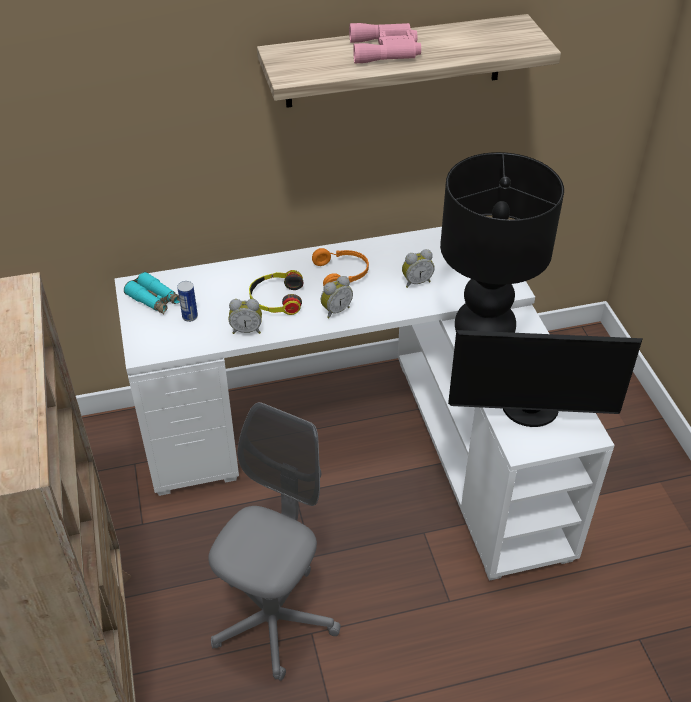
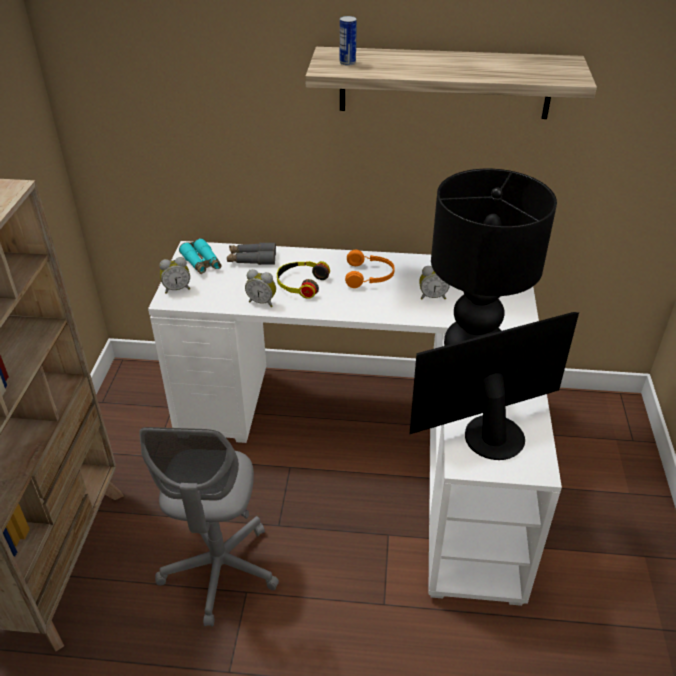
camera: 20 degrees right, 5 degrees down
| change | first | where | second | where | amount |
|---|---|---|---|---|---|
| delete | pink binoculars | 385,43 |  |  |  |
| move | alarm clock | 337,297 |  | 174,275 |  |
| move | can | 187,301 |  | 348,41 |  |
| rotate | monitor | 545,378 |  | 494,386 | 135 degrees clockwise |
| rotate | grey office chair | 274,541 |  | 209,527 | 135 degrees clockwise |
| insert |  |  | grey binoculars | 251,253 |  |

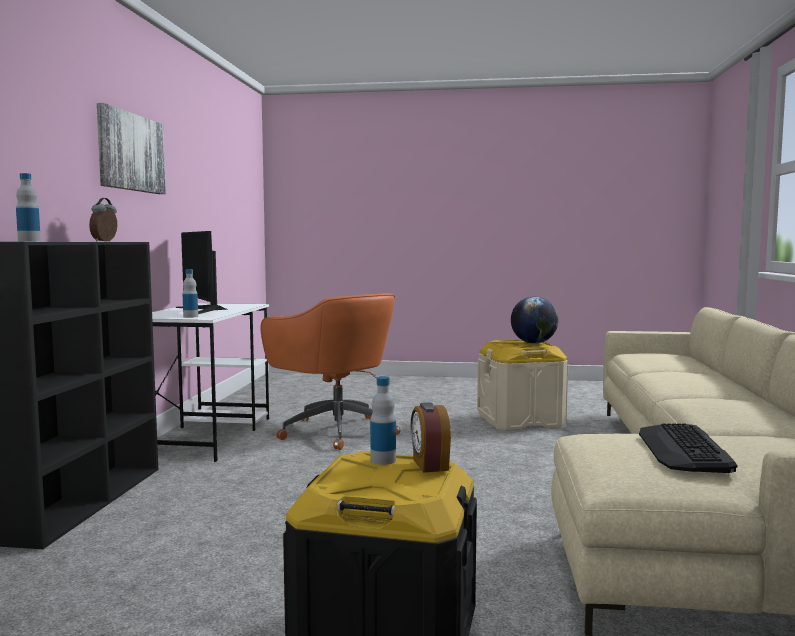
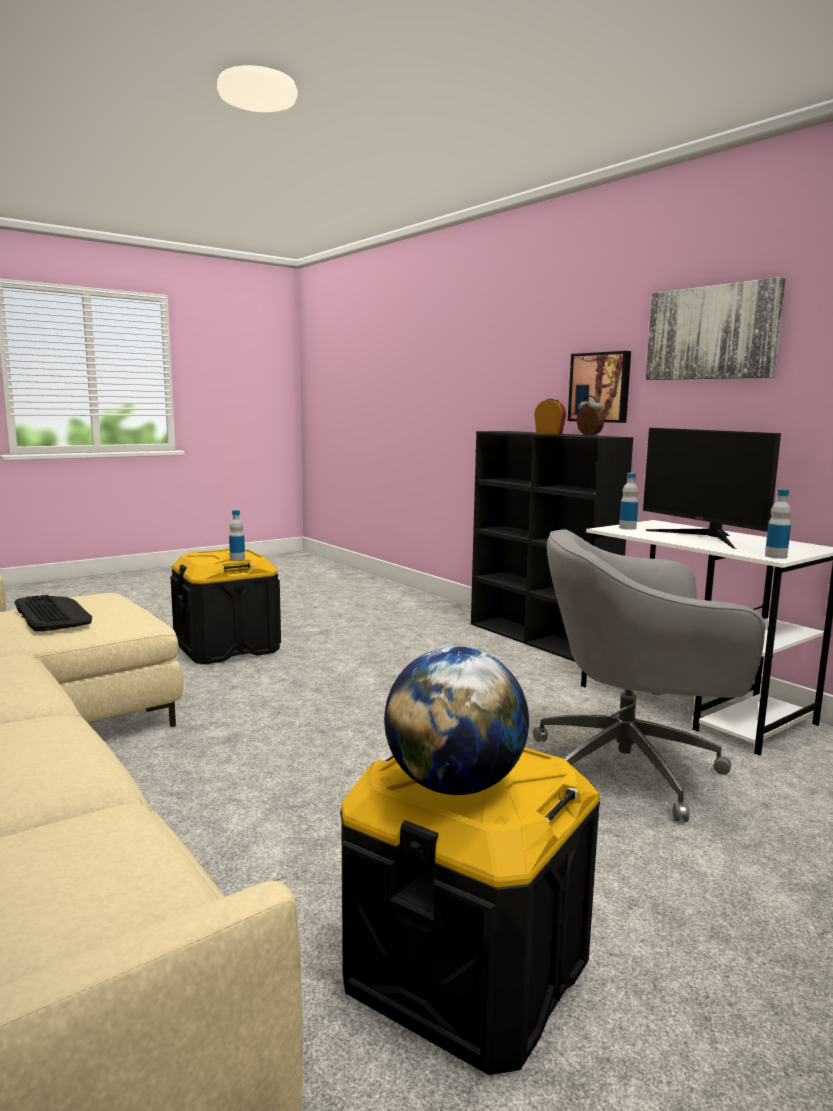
camera: 135 degrees right, 5 degrees up
| change | first | where | second | where | amount |
|---|---|---|---|---|---|
| move | bottle | 28,207 |  | 778,524 |  |
| rotate | monitor | 202,272 |  | 712,488 | 135 degrees counterclockwise |
| recolor | orange office chair | 331,371 | grey office chair | 649,675 |  |
| recolor | beige storage box | 522,385 | black storage box | 470,911 |  |
| move | alarm clock | 431,437 |  | 550,416 |  |
| insert |  |  | picture | 599,387 |  |

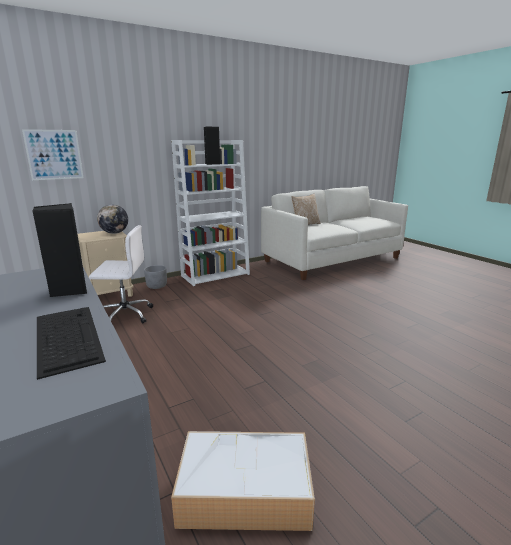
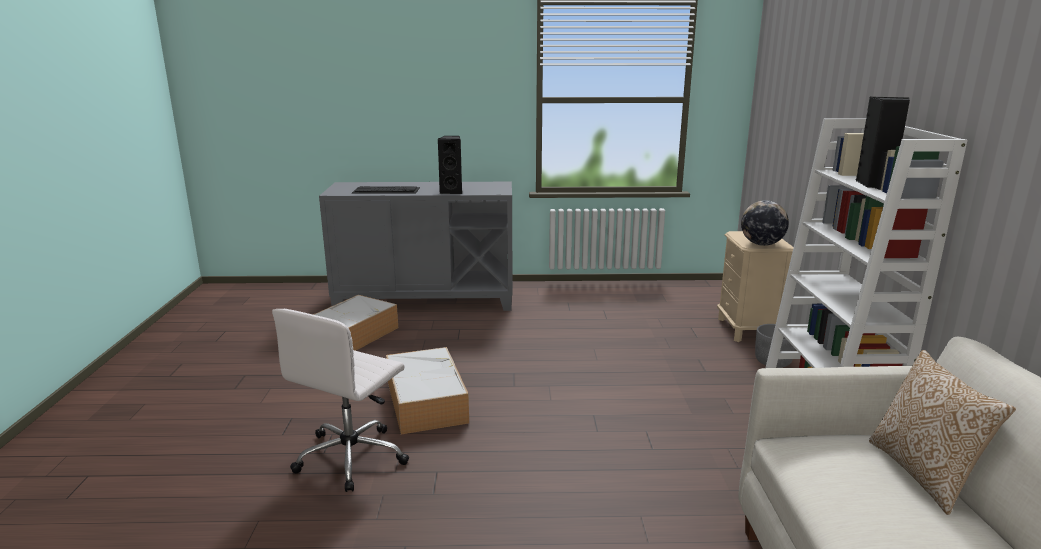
camera: 120 degrees right, 0 degrees up
| change | first | where | second | where | amount |
|---|---|---|---|---|---|
| delete | picture | 53,154 |  |  |  |
| move | white office chair | 121,274 |  | 340,400 |  |
| insert |  |  | storage box | 427,390 |  |

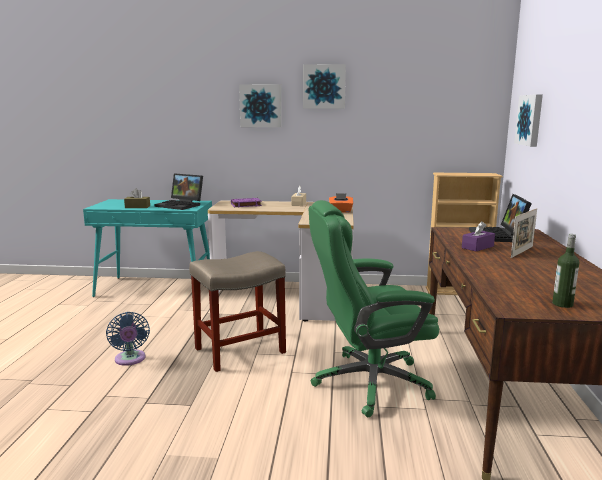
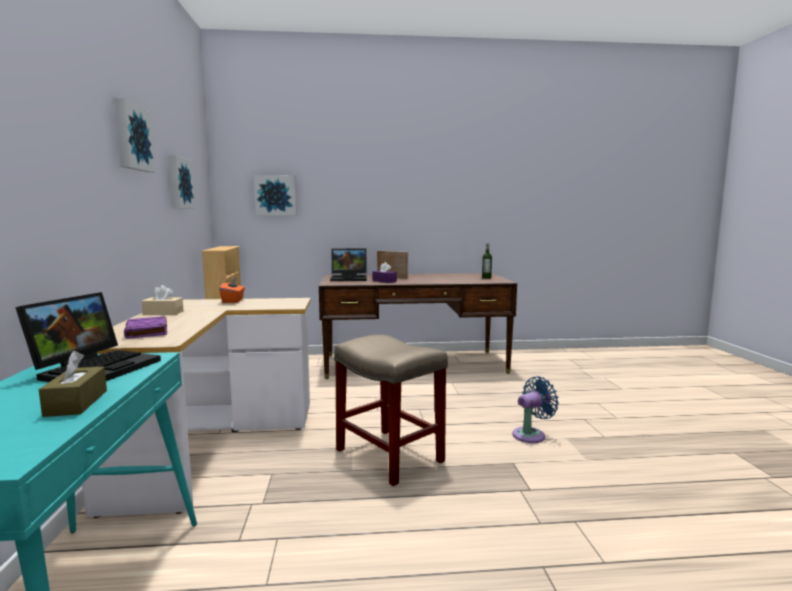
camera: 100 degrees left, 5 degrees down
| change | first | where | second | where | amount |
|---|---|---|---|---|---|
| move | picture | 260,105 |  | 181,182 |  |
| delete | green office chair | 374,308 |  |  |  |
| move | blue fan | 128,339 |  | 535,409 |  |

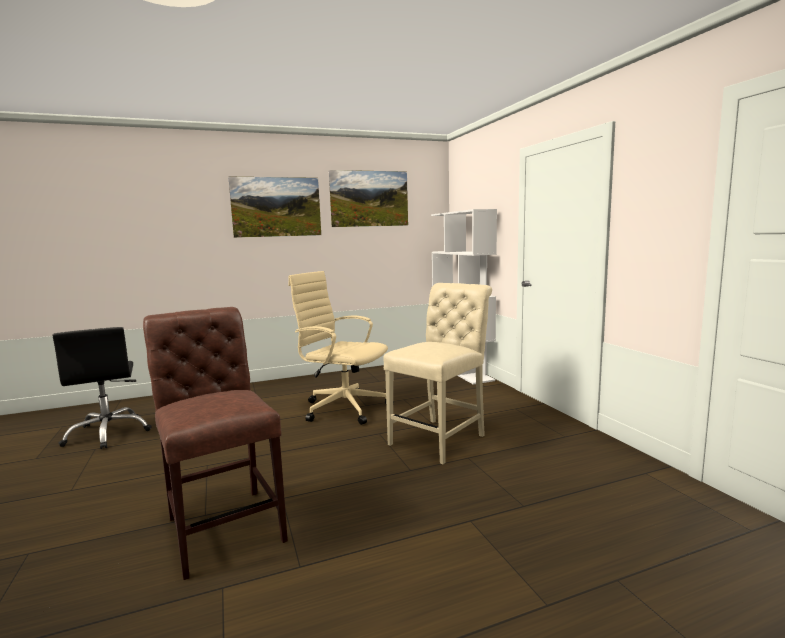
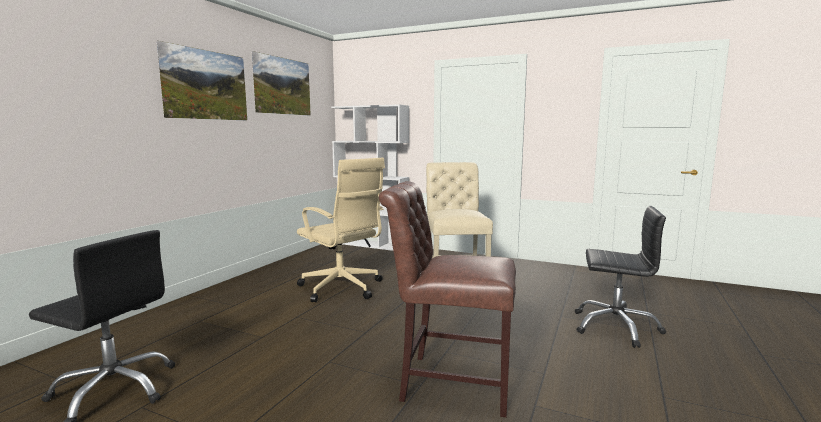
camera: 45 degrees left, 0 degrees up
| change | first | where | second | where | amount |
|---|---|---|---|---|---|
| rotate | beige office chair | 341,348 |  | 341,230 | 120 degrees counterclockwise |
| insert |  |  | black office chair | 620,277 |  |

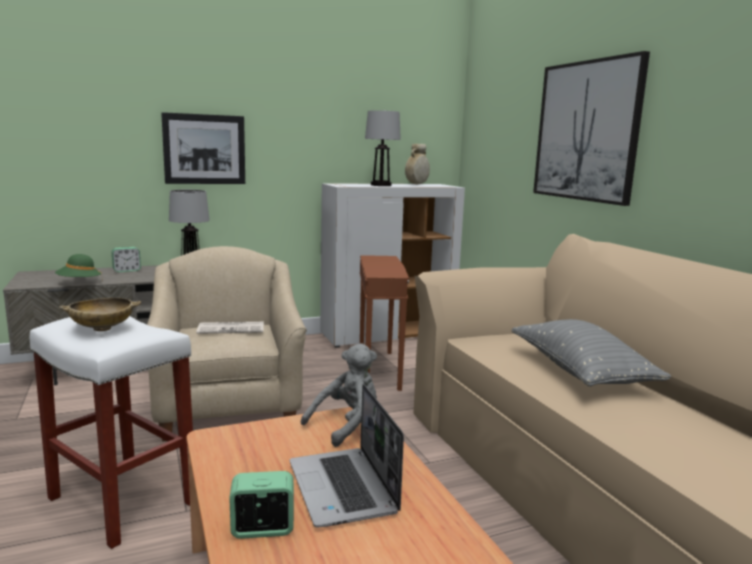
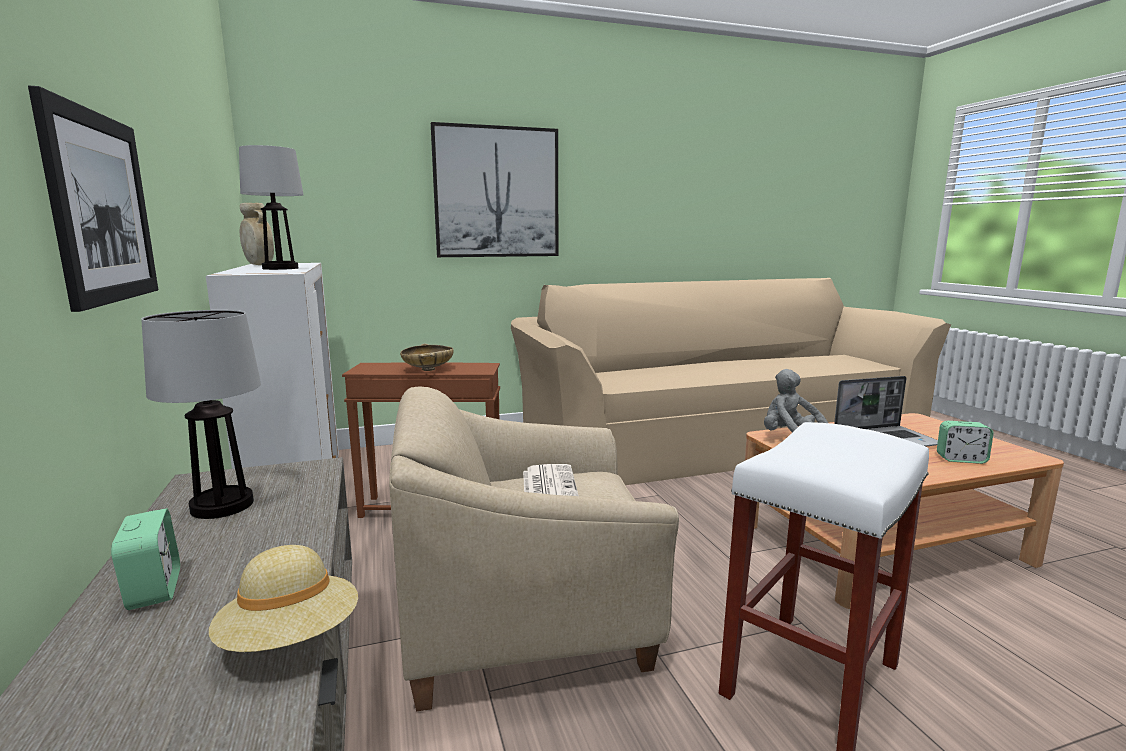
camera: 85 degrees left, 0 degrees up
| change | first | where | second | where | amount |
|---|---|---|---|---|---|
| recolor | green hat | 79,268 | beige hat | 283,598 |  |
| move | beige bowl | 100,314 |  | 427,357 |  |
| delete | grey pillow | 591,353 |  |  |  |
| rotate | alarm clock | 261,505 |  | 965,442 | 75 degrees counterclockwise |

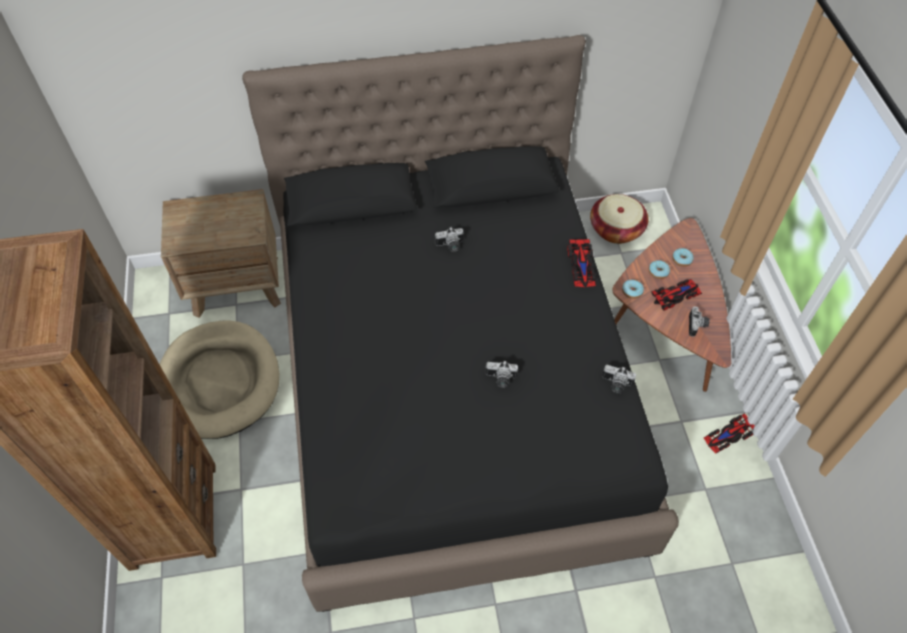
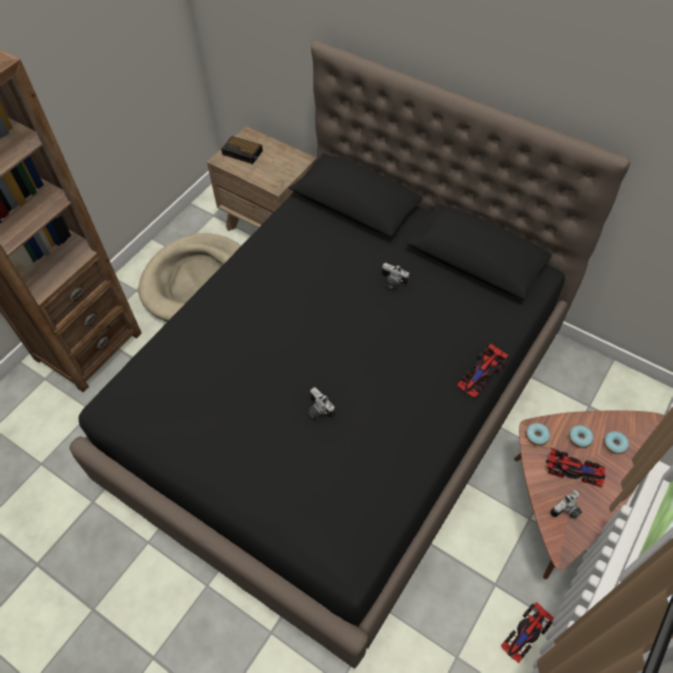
camera: 45 degrees right, 0 degrees up
| change | first | where | second | where | amount |
|---|---|---|---|---|---|
| delete | basket | 619,219 |  |  |  |
| delete | photo camera | 619,379 |  |  |  |
| rotate | toy car | 729,433 |  | 527,632 | 60 degrees counterclockwise |
| insert |  |  | alarm clock | 242,150 |  |

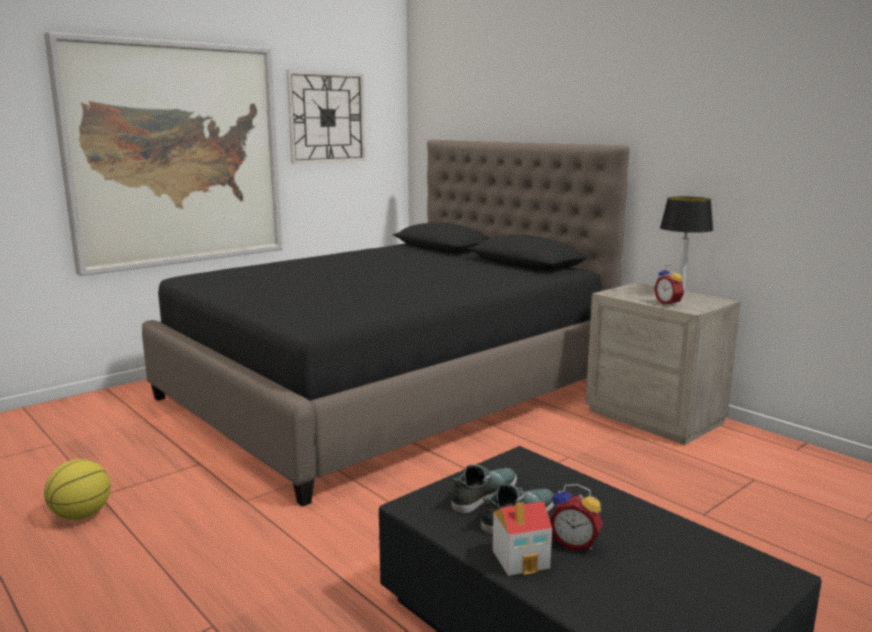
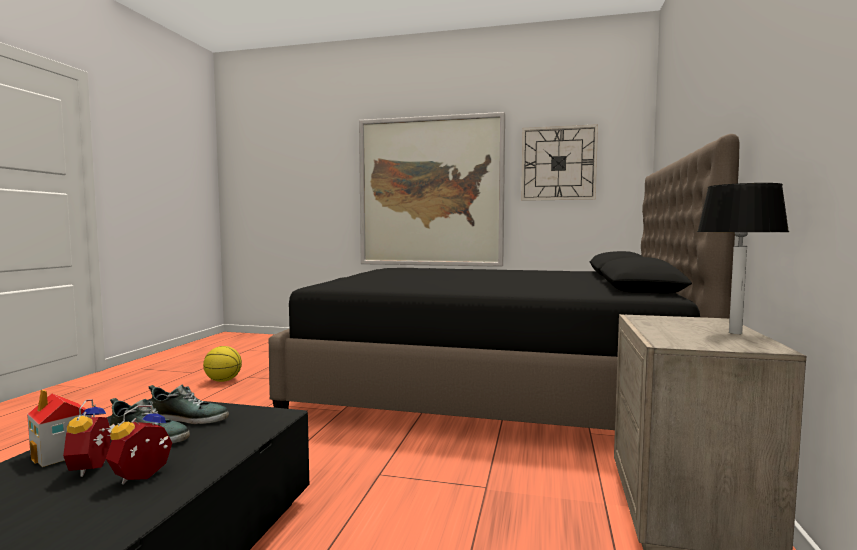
camera: 55 degrees right, 10 degrees down
| change | first | where | second | where | amount |
|---|---|---|---|---|---|
| move | alarm clock | 669,285 |  | 139,444 |  |

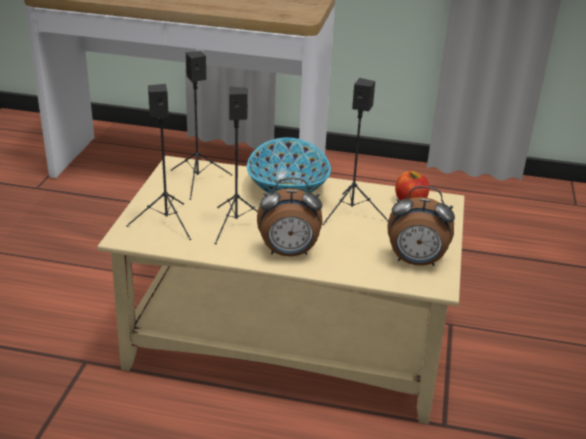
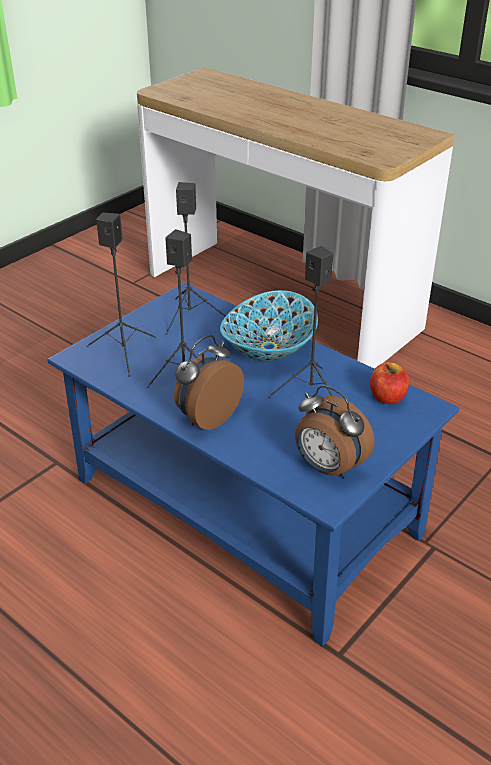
camera: 30 degrees right, 5 degrees up
| change | first | where | second | where | amount |
|---|---|---|---|---|---|
| recolor | beige coffee table | 281,290 | blue coffee table | 253,464 |  |
| rotate | alarm clock | 290,216 |  | 209,382 | 105 degrees clockwise |

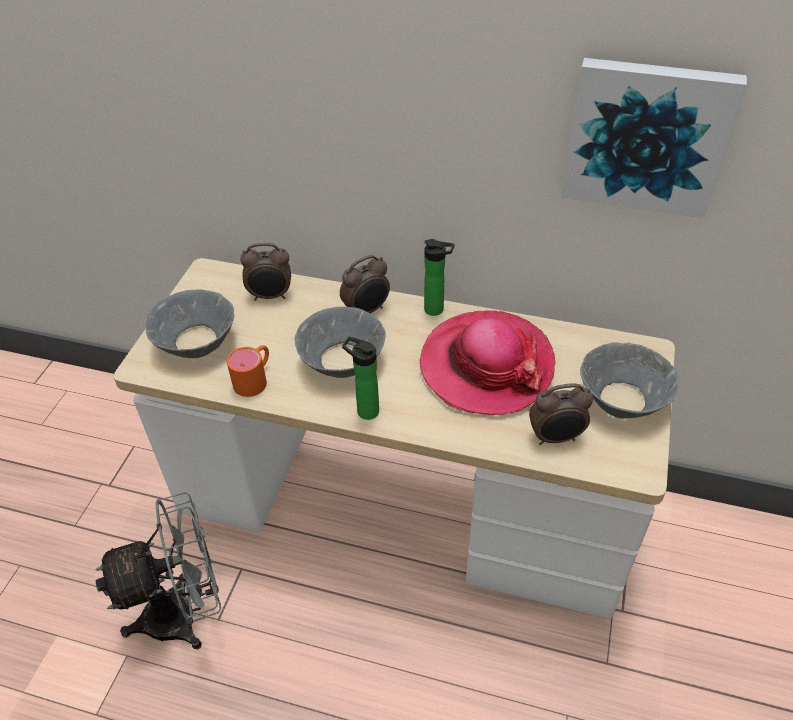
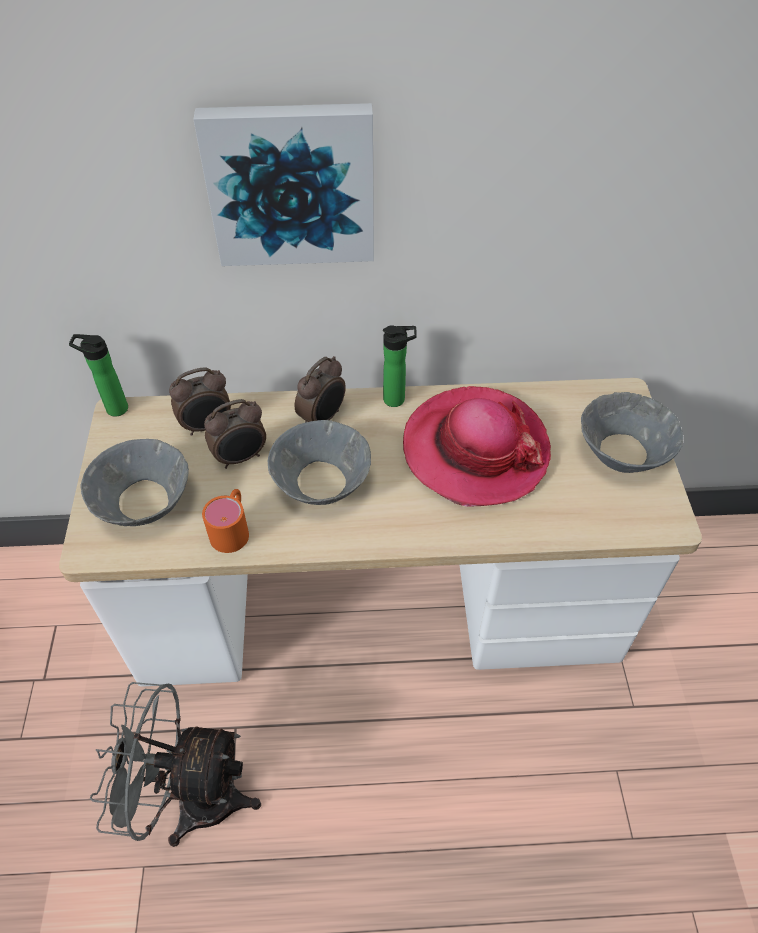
camera: 20 degrees left, 5 degrees up
| change | first | where | second | where | amount |
|---|---|---|---|---|---|
| move | picture | 654,138 |  | 283,184 |  |
| move | bottle | 360,378 |  | 98,375 |  |
| move | alarm clock | 561,414 |  | 235,434 |  |
| rotate | grey fan | 158,570 |  | 175,764 | 135 degrees counterclockwise |

